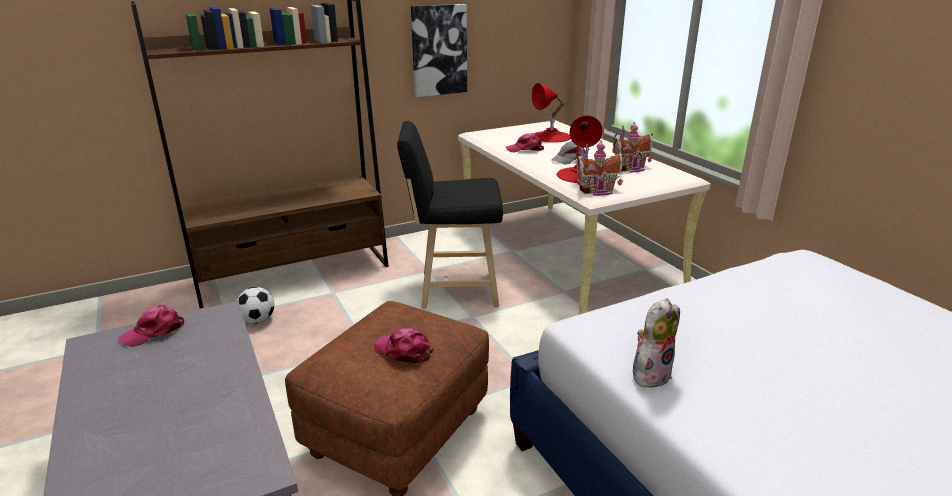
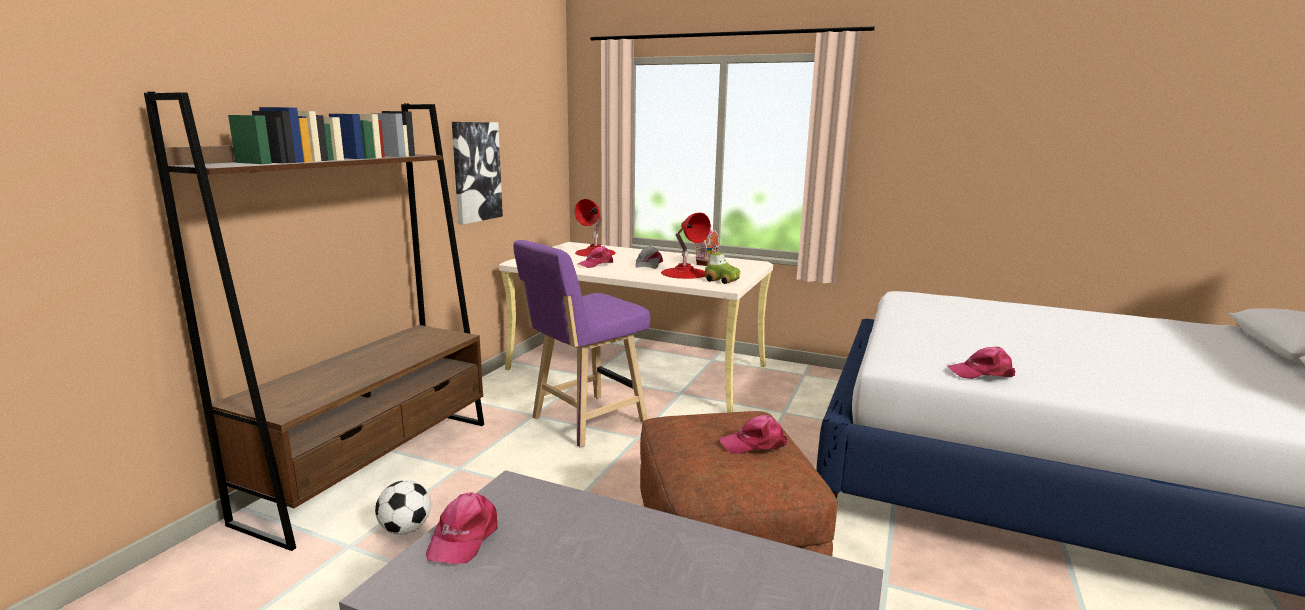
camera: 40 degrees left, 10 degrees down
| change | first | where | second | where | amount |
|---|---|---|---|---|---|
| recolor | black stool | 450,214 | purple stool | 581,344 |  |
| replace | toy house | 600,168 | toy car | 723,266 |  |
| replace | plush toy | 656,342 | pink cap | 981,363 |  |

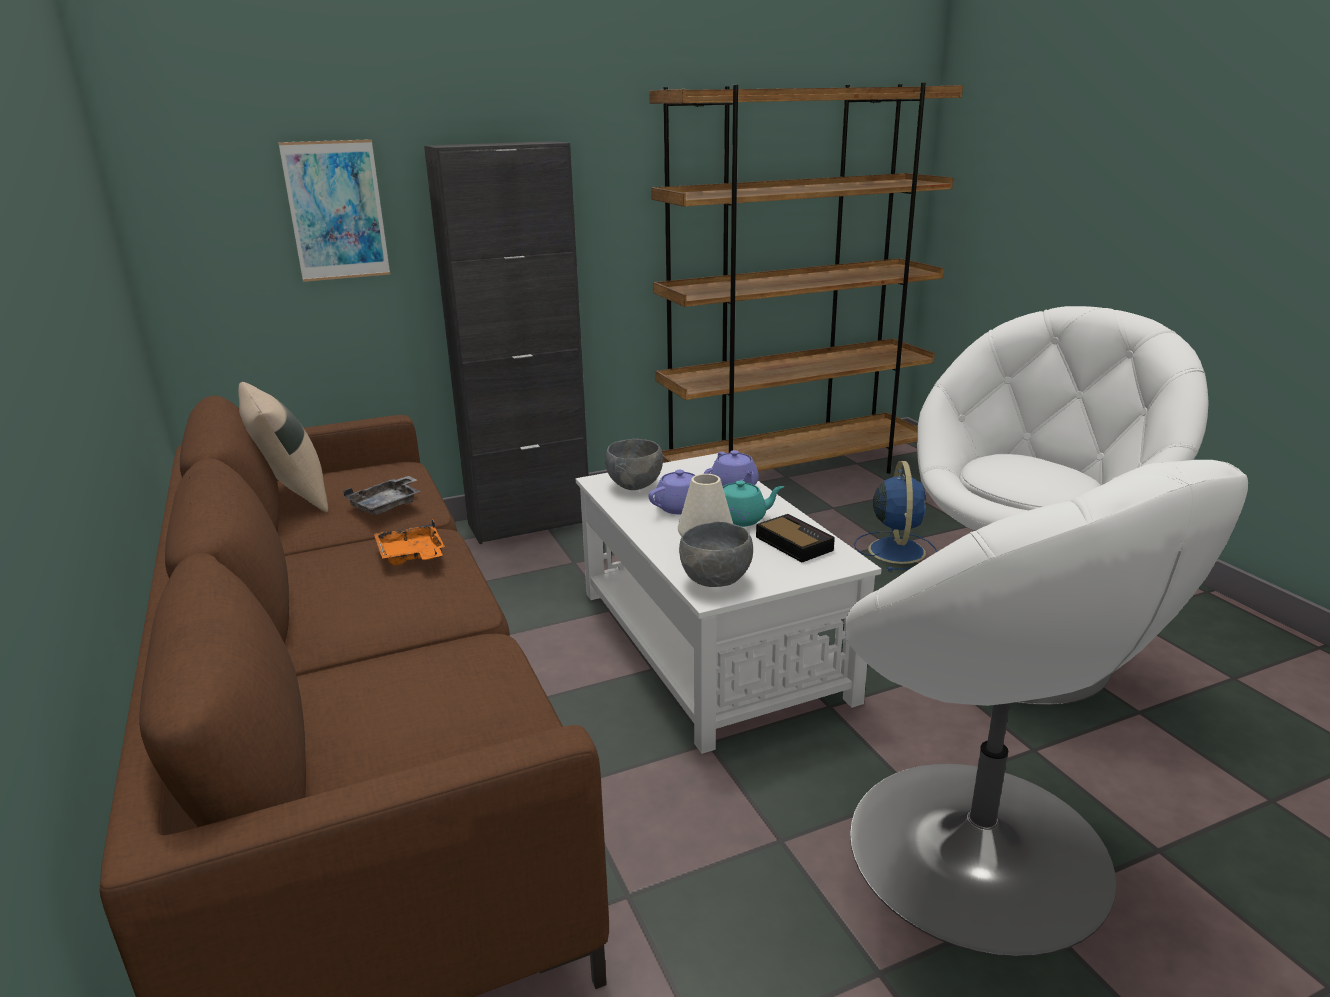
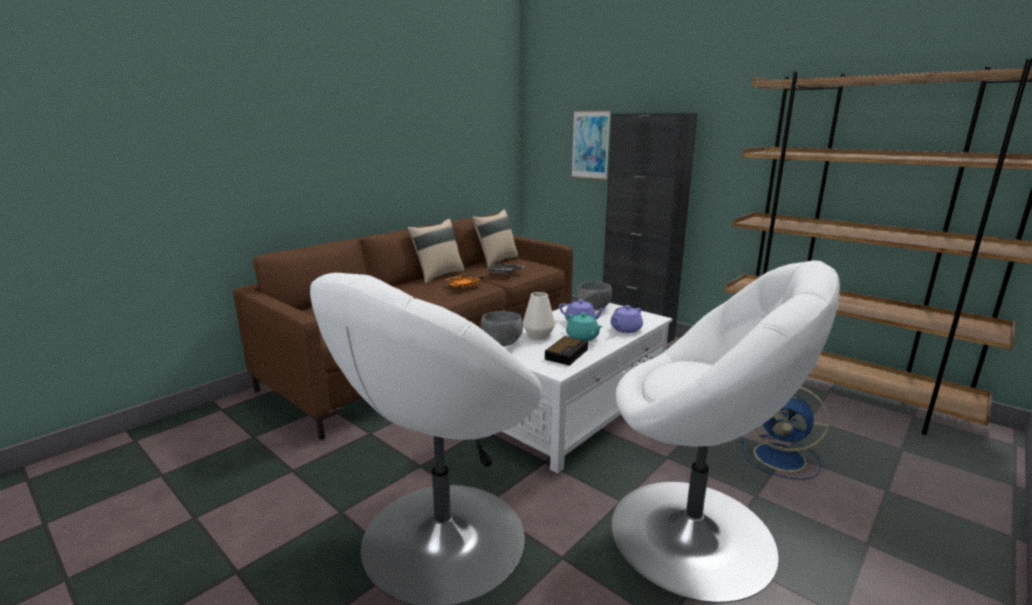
camera: 65 degrees right, 5 degrees down
| change | first | where | second | where | amount |
|---|---|---|---|---|---|
| rotate | blue fan | 895,516 |  | 785,433 | 45 degrees clockwise |
| insert |  |  | beige pillow | 436,251 |  |

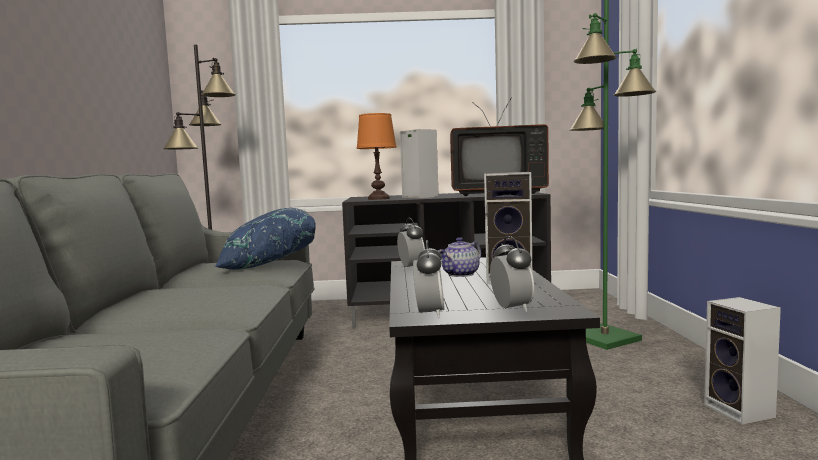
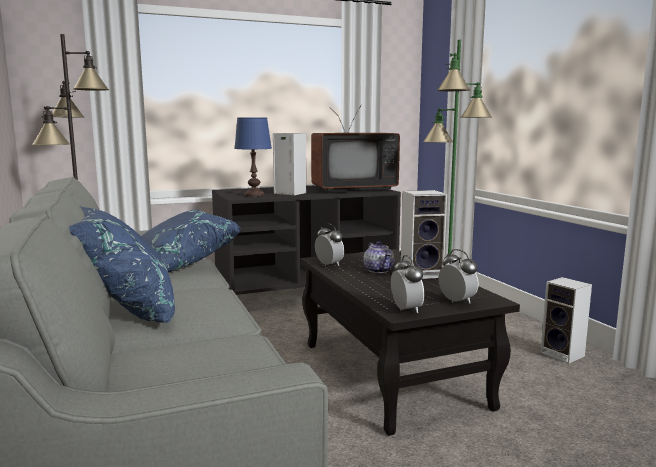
camera: 20 degrees left, 5 degrees up
| change | first | where | second | where | amount |
|---|---|---|---|---|---|
| recolor | orange table lamp | 376,156 | blue table lamp | 253,157 |  |
| rotate | teapot | 459,257 |  | 378,257 | 45 degrees counterclockwise |
| insert |  |  | blue pillow | 122,264 |  |

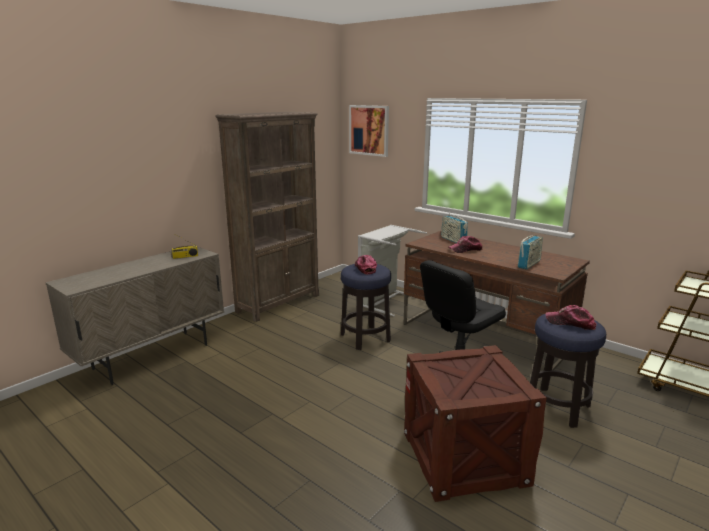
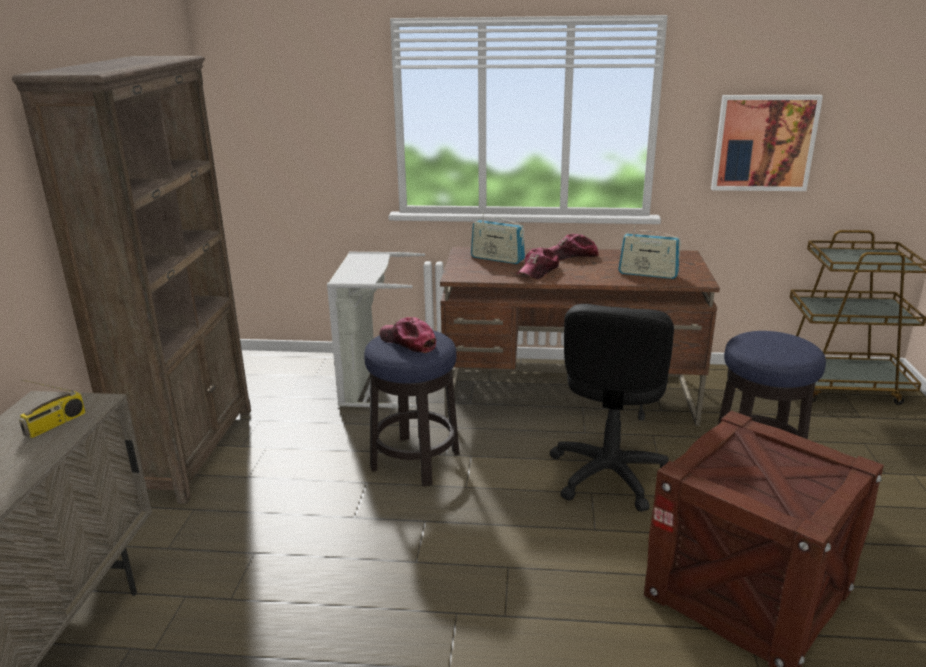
camera: 35 degrees left, 5 degrees up
| change | first | where | second | where | amount |
|---|---|---|---|---|---|
| move | picture | 369,131 |  | 767,143 |  |
| rotate | radio | 530,252 |  | 649,252 | 105 degrees clockwise |
| move | cap | 571,317 |  | 573,247 |  |

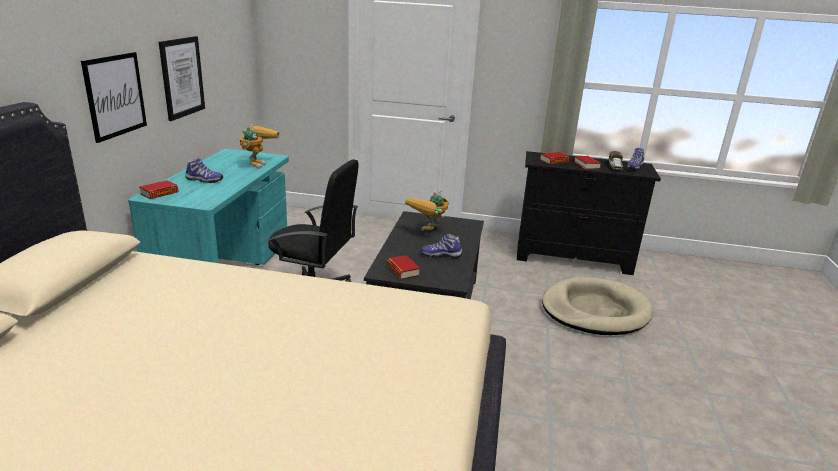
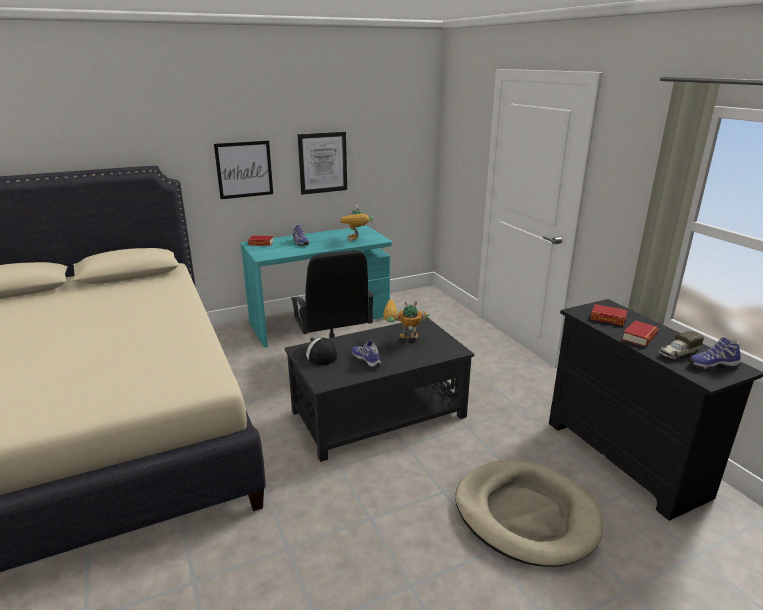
camera: 55 degrees right, 0 degrees up
| change | first | where | second | where | amount |
|---|---|---|---|---|---|
| rotate | toy robot | 260,146 |  | 356,223 | 105 degrees clockwise |
| replace | book | 403,267 | cap | 315,351 |  |

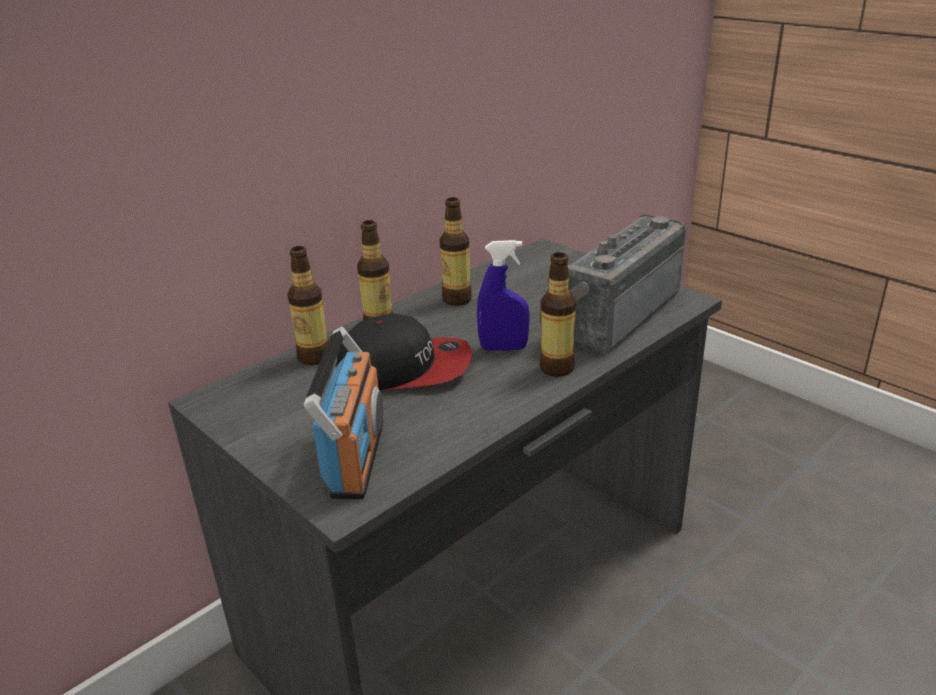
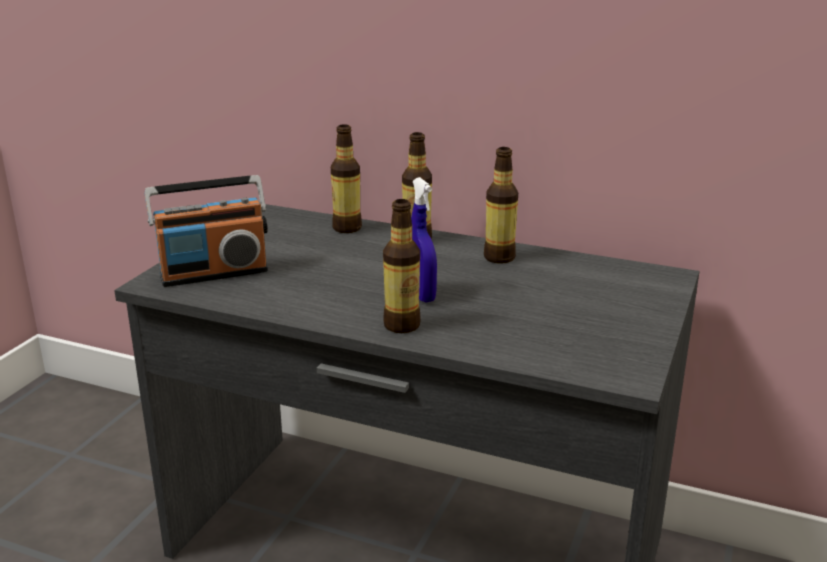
camera: 65 degrees right, 5 degrees down
| change | first | where | second | where | amount |
|---|---|---|---|---|---|
| delete | radio | 627,284 |  |  |  |
| delete | cap | 403,352 |  |  |  |

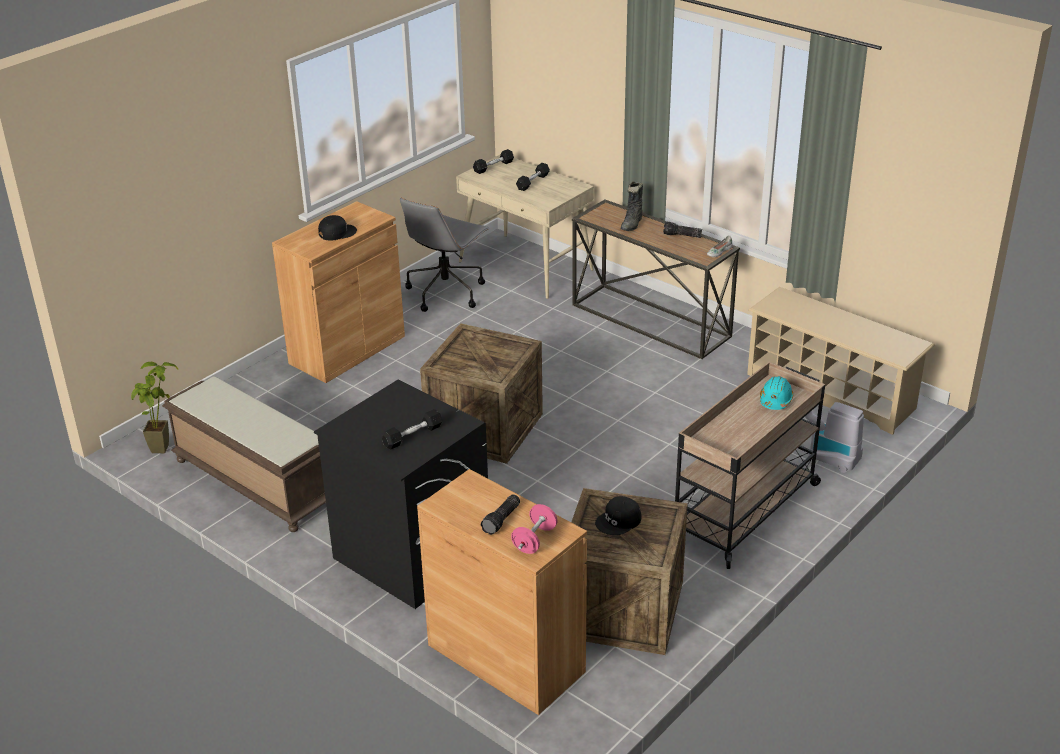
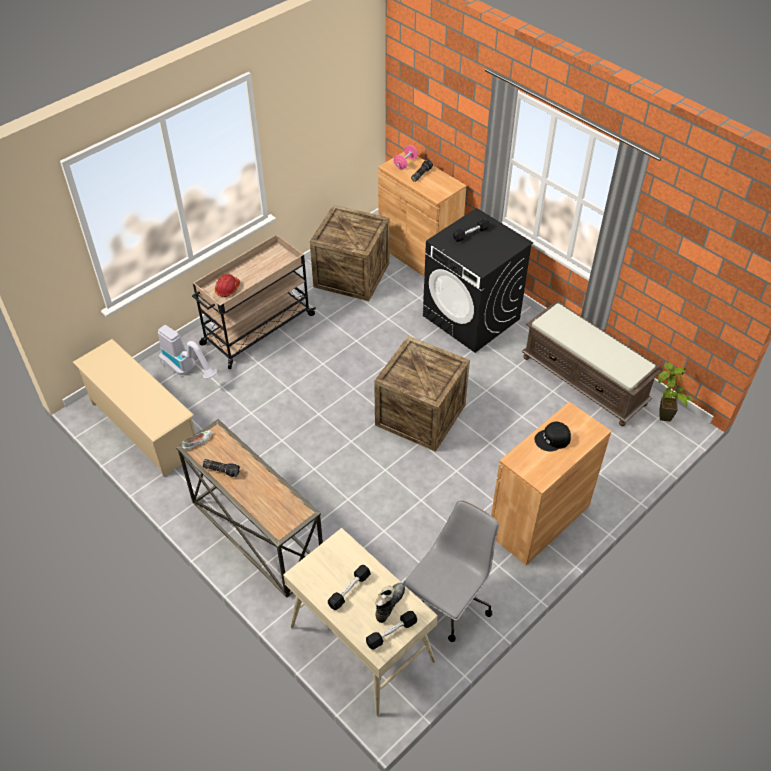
camera: 175 degrees left, 15 degrees up
| change | first | where | second | where | amount |
|---|---|---|---|---|---|
| move | black boot | 631,206 |  | 390,603 |  |
| recolor | turquoise hard hat | 776,393 | red hard hat | 227,285 |  |
| delete | black cap | 618,515 |  |  |  |

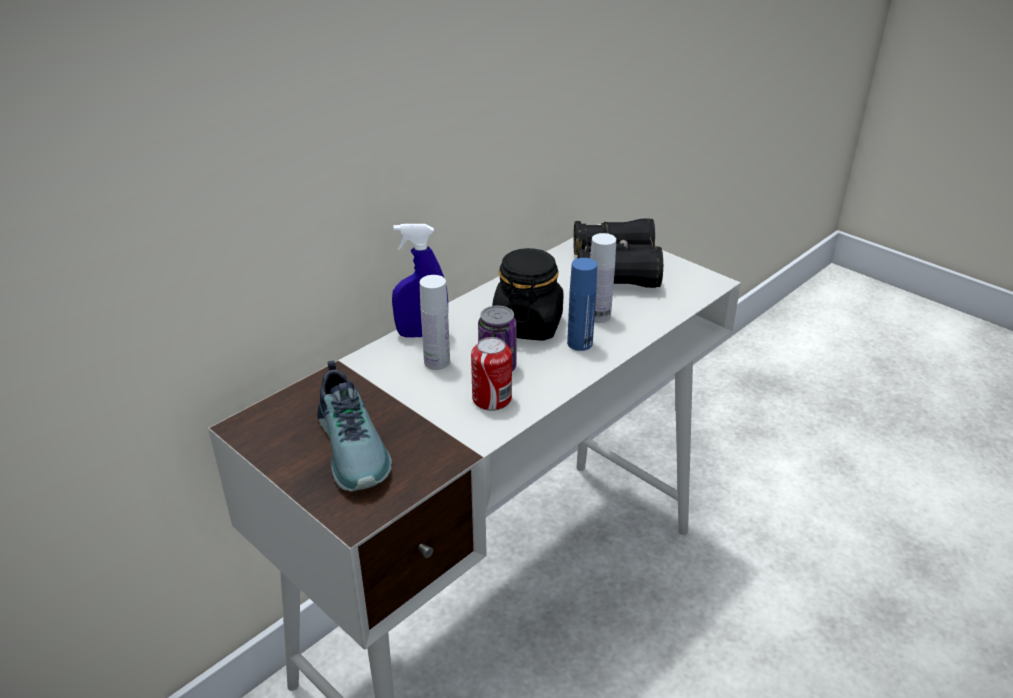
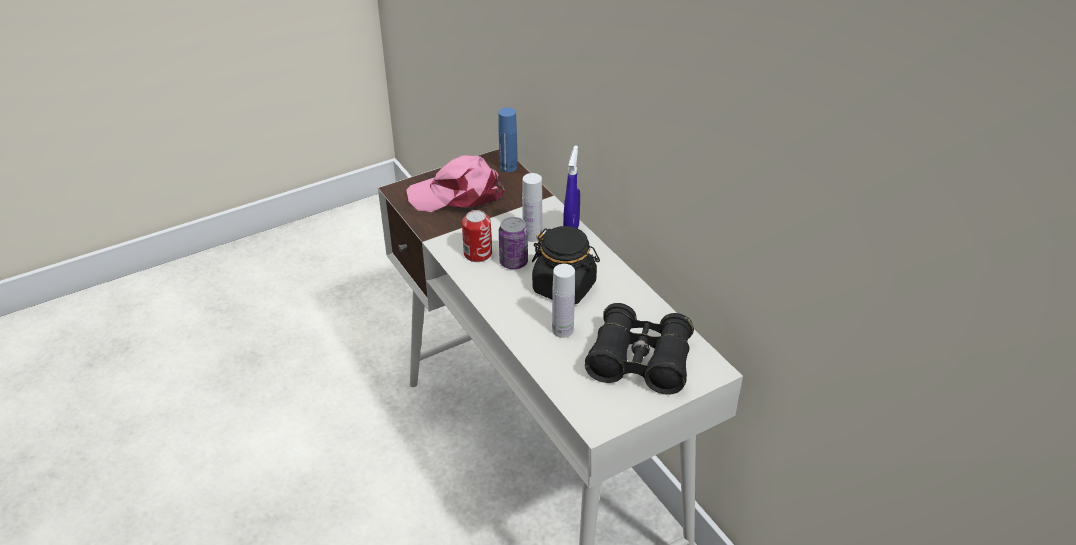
camera: 105 degrees right, 5 degrees up
| change | first | where | second | where | amount |
|---|---|---|---|---|---|
| move | blue bottle | 582,304 |  | 508,140 |  |
| replace | shoe | 354,426 | pink cap | 455,183 |  |

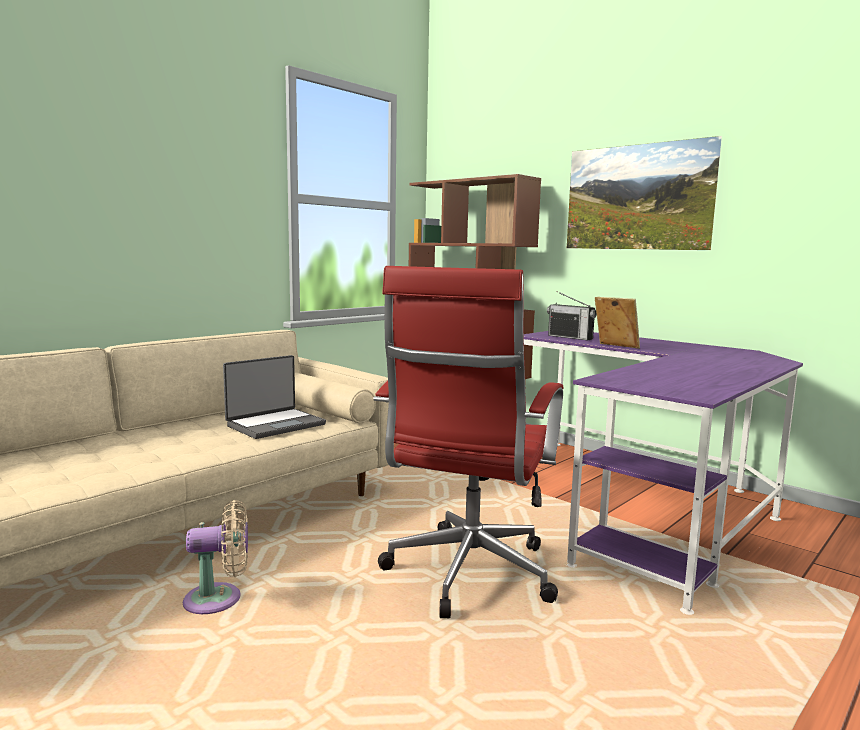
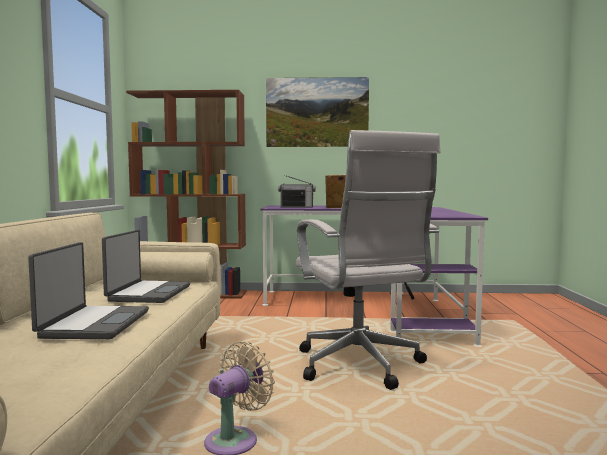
camera: 40 degrees left, 5 degrees down
| change | first | where | second | where | amount |
|---|---|---|---|---|---|
| recolor | red office chair | 468,442 | white office chair | 368,260 |  |
| insert |  |  | laptop | 88,290 |  |

